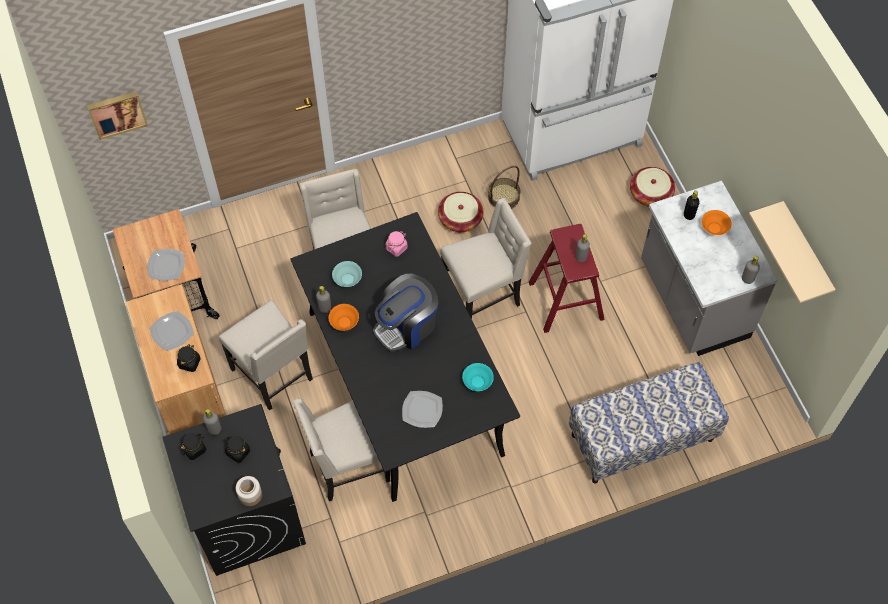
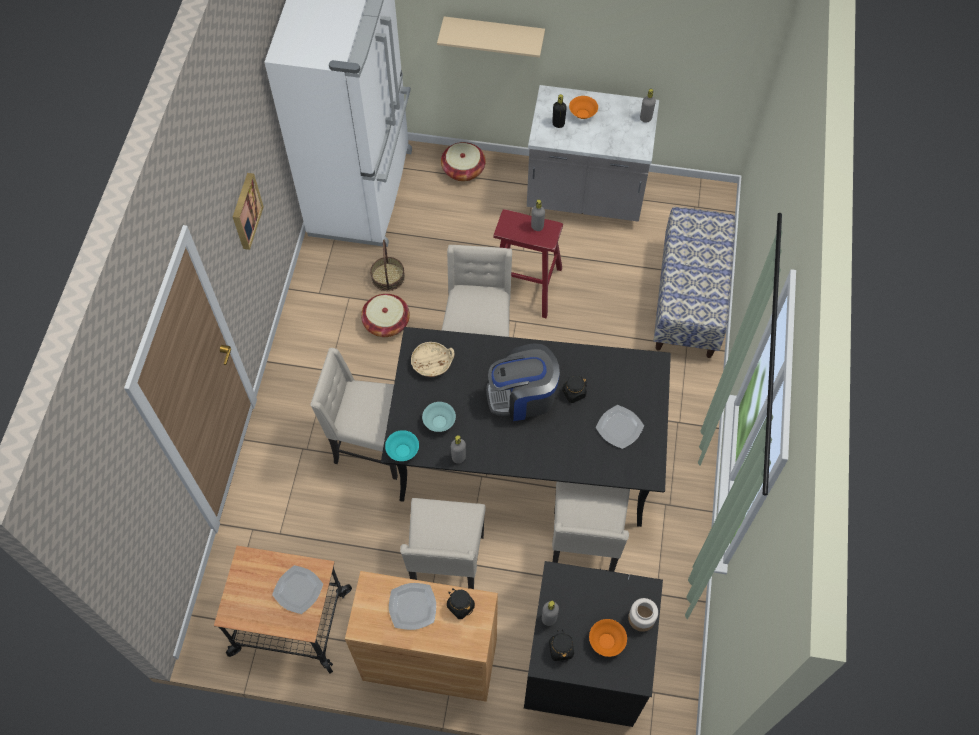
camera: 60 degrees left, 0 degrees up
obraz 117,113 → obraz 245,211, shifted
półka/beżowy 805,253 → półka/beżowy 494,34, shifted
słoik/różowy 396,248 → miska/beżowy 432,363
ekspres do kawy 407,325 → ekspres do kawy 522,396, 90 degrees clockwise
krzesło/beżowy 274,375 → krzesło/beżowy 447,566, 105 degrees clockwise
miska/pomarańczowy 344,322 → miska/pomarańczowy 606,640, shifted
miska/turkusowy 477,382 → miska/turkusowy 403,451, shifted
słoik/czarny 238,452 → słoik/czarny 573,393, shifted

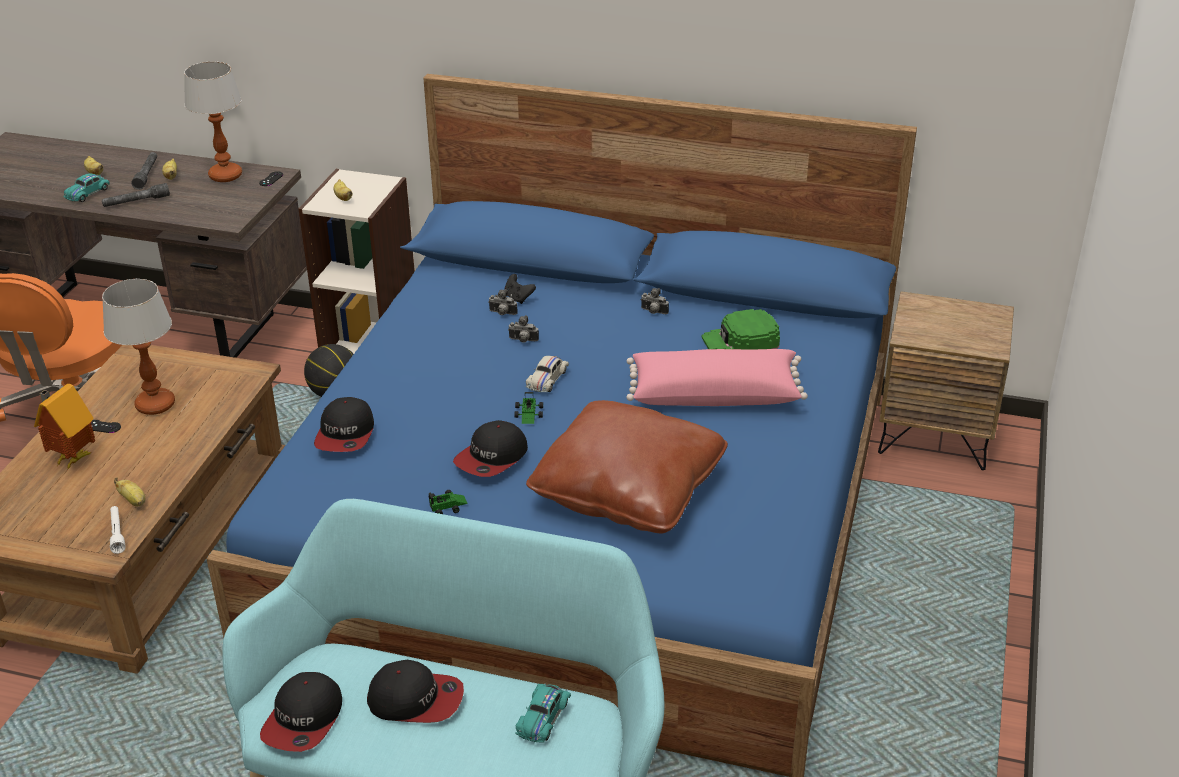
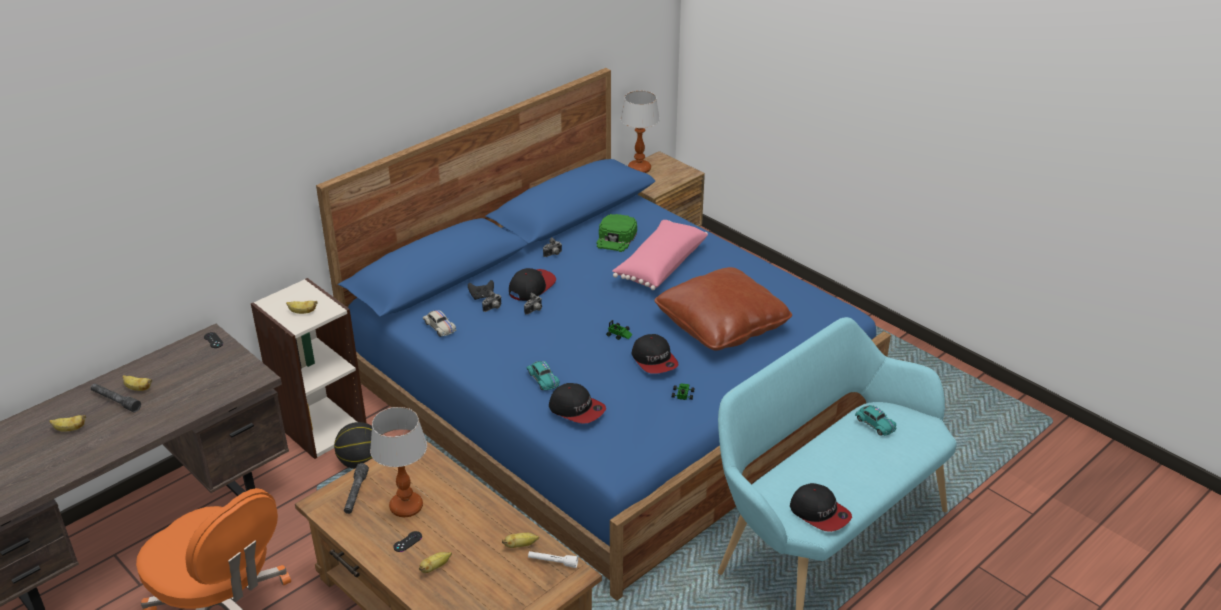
camera: 60 degrees left, 0 degrees up
lampa stołowa 226,175 → lampa stołowa 639,169, shifted
samochodzik/turkusowy 87,193 → samochodzik/turkusowy 543,379, shifted
latarka/szary 136,202 → latarka/szary 356,493, shifted
samochodzik/biały 547,379 → samochodzik/biały 439,327, shifted
domek 71,458 → banan 435,567
czapka z daszkiem 416,699 → czapka z daszkiem 531,287, shifted

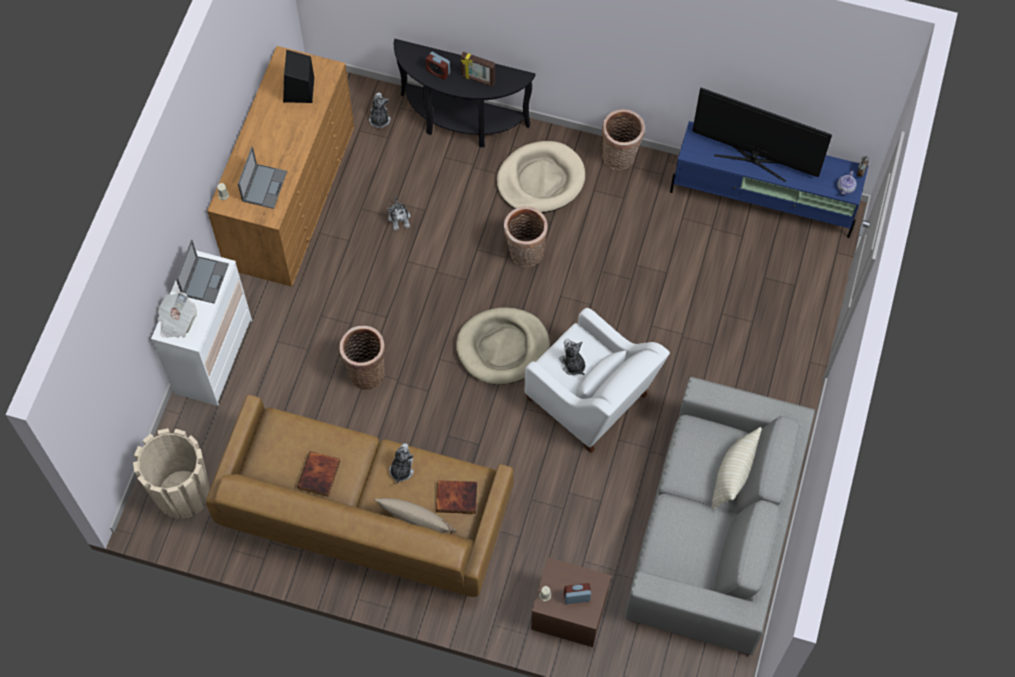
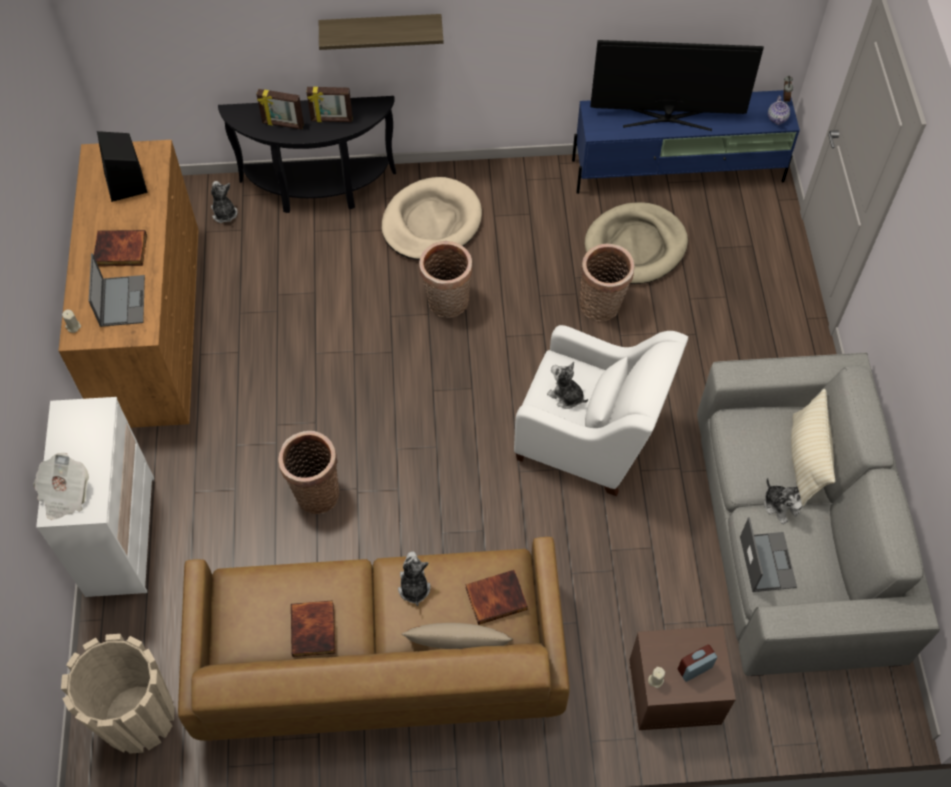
camera: 20 degrees left, 5 degrees down
budzik 438,72 → ramka na zdjęcie 283,124
koszyk 620,158 → koszyk 602,306, shifted
pluszak 399,218 → pluszak 780,506, shifted
laptop 205,279 → laptop 767,561, shifted
legowisko/beżowy 503,348 → legowisko/beżowy 635,246, shifted
- → półka 381,30
- → książka 120,251

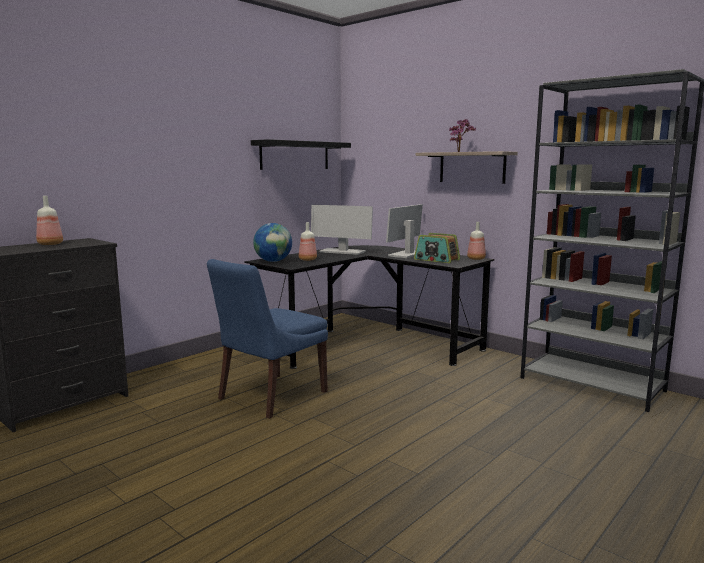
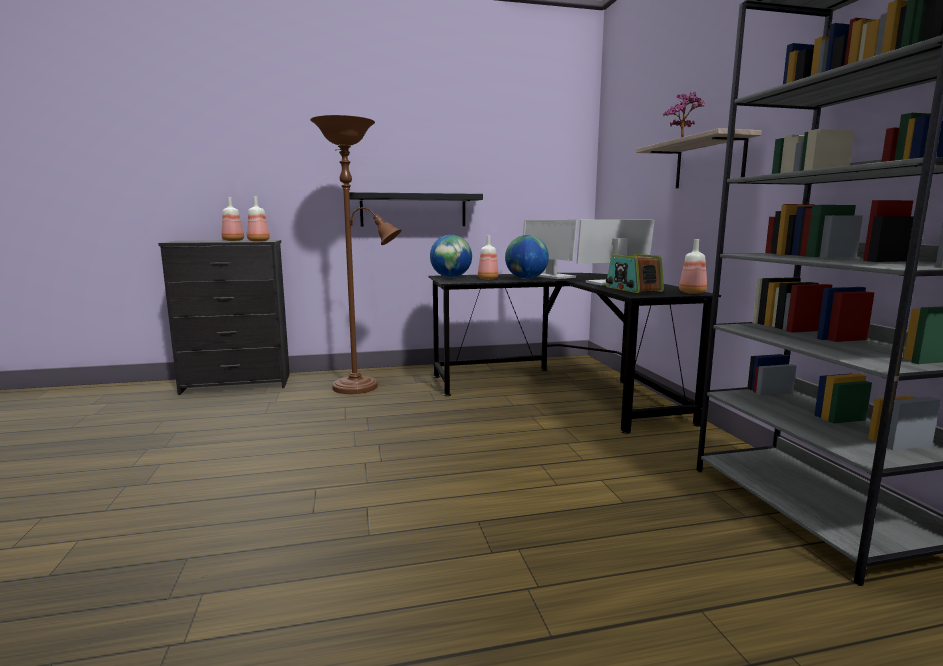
camera: 35 degrees right, 0 degrees up
półka/czarny 295,155 → półka/czarny 413,210, shifted
krzesło/niebieski 270,396 → -
- → lampa stojąca/brązowy 361,387
- → butelka 258,241
- → globus 526,279

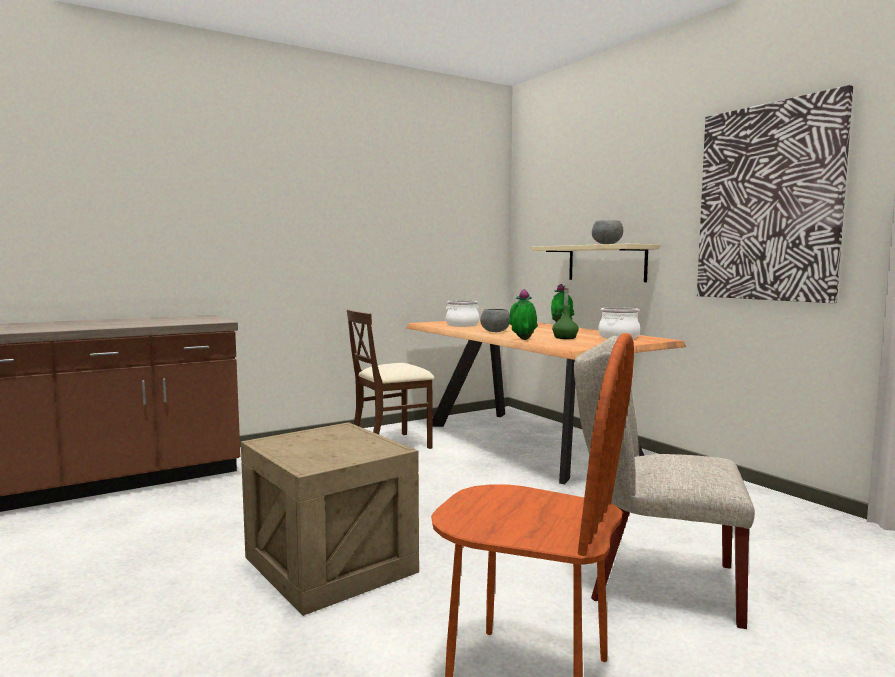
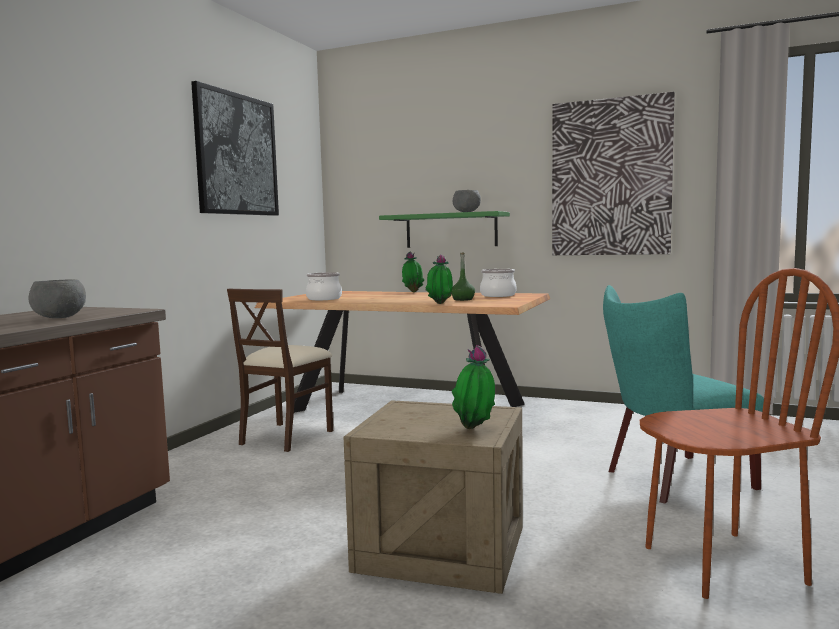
camera: 35 degrees left, 0 degrees up
półka/beżowy 606,263 → półka/zielony 451,230
miska/szary 495,332 → miska/szary 60,318, shifted
krzesło/beżowy 652,582 → krzesło/turkusowy 671,480
- → obraz 236,154
- → roślina doniczkowa 475,429

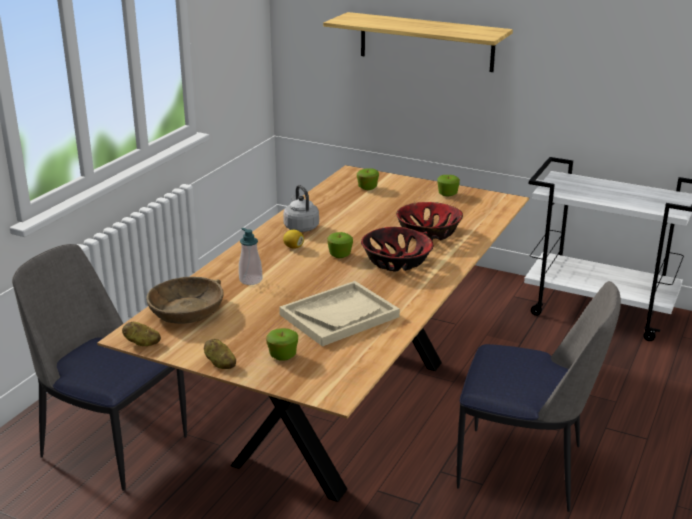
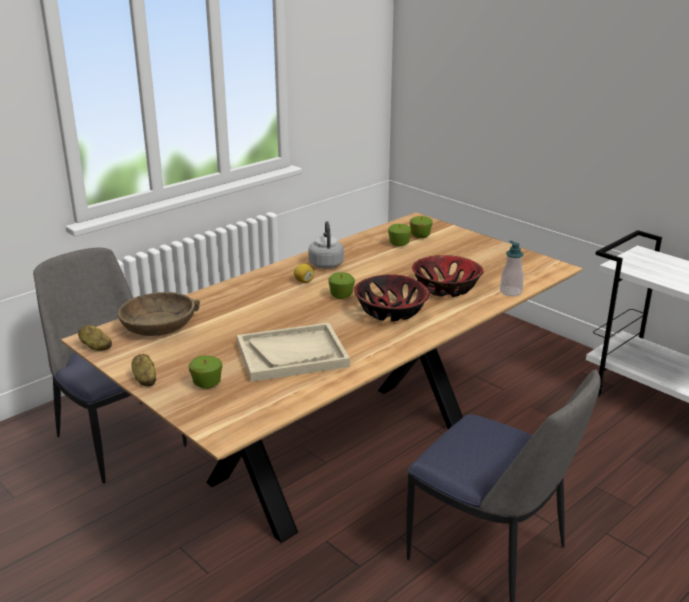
camera: 20 degrees right, 0 degrees up
półka 426,42 → -
jabłko 447,194 → jabłko 399,244, shifted
dozownik mydła 250,280 → dozownik mydła 510,292, shifted

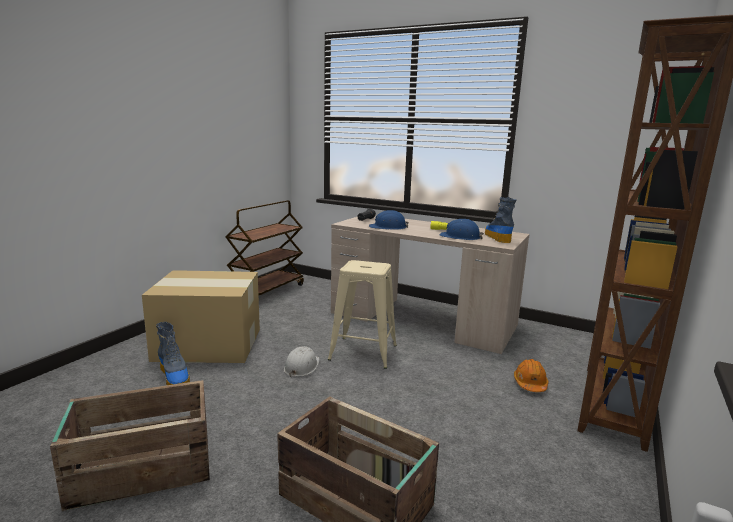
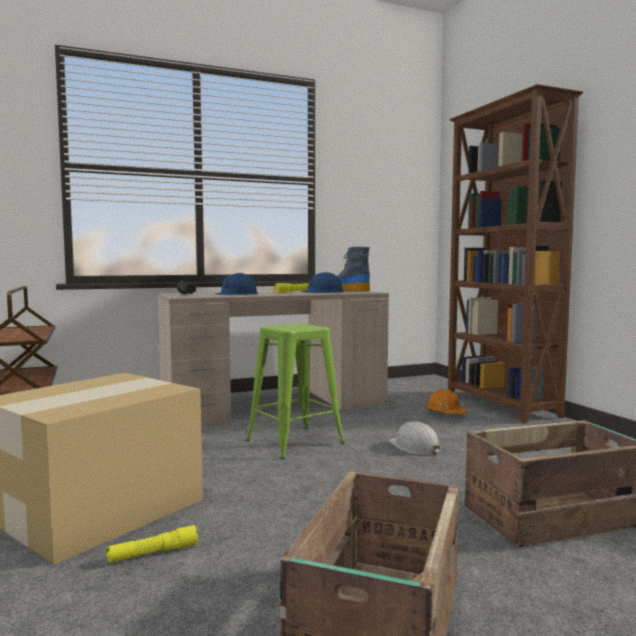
camera: 50 degrees left, 10 degrees down
stołek/beżowy 364,352 → stołek/zielony 295,442
but z cholewką 174,377 → latarka/żółty 153,553
kask/biały 301,366 → kask/biały 415,447, shifted

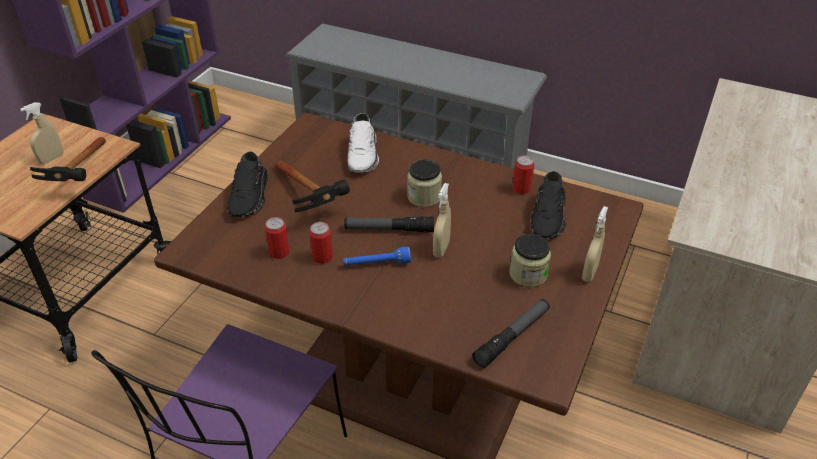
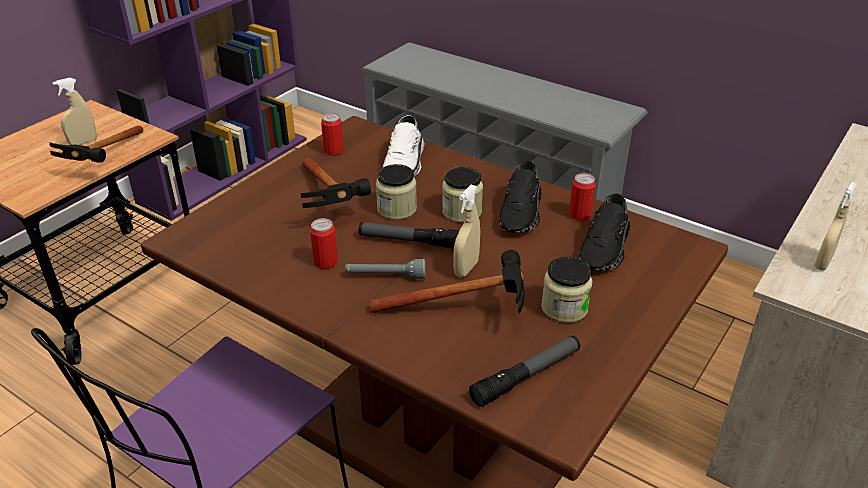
camera: 10 degrees right, 5 degrees down
but/czarny 251,196 → but/czarny 522,212, shifted
spryskiwacz/beżowy 589,273 → spryskiwacz/beżowy 823,263, shifted
puszka 279,252 → puszka 333,151, shifted
latarka/niebieski 376,264 → latarka/szary 385,276
- → słoik 396,209
- → młotek 468,311

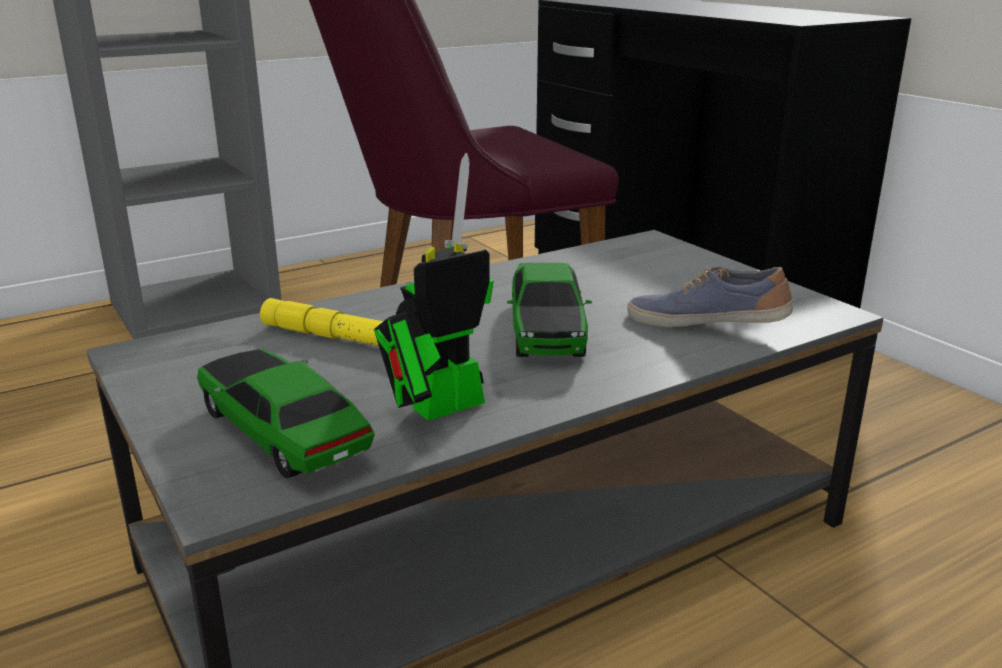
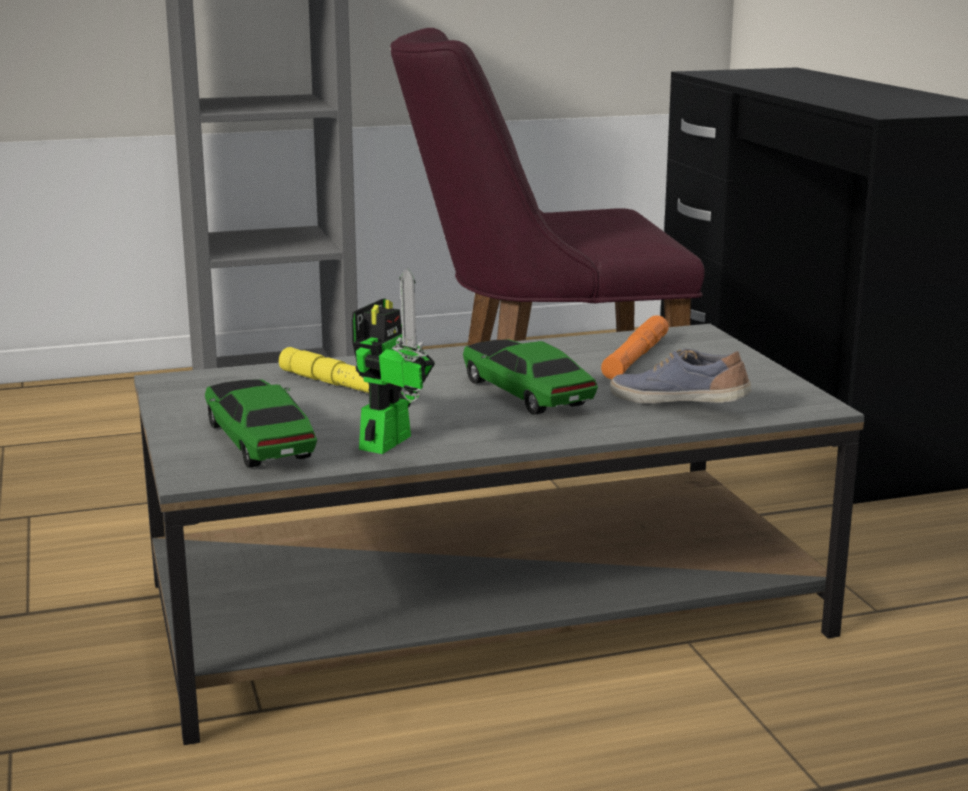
camera: 15 degrees right, 5 degrees down
robot zabawkowy 438,408 → robot zabawkowy 390,439, 135 degrees clockwise
samochodzik 547,328 → samochodzik 527,394, 135 degrees clockwise
- → latarka/pomarańczowy 635,357

